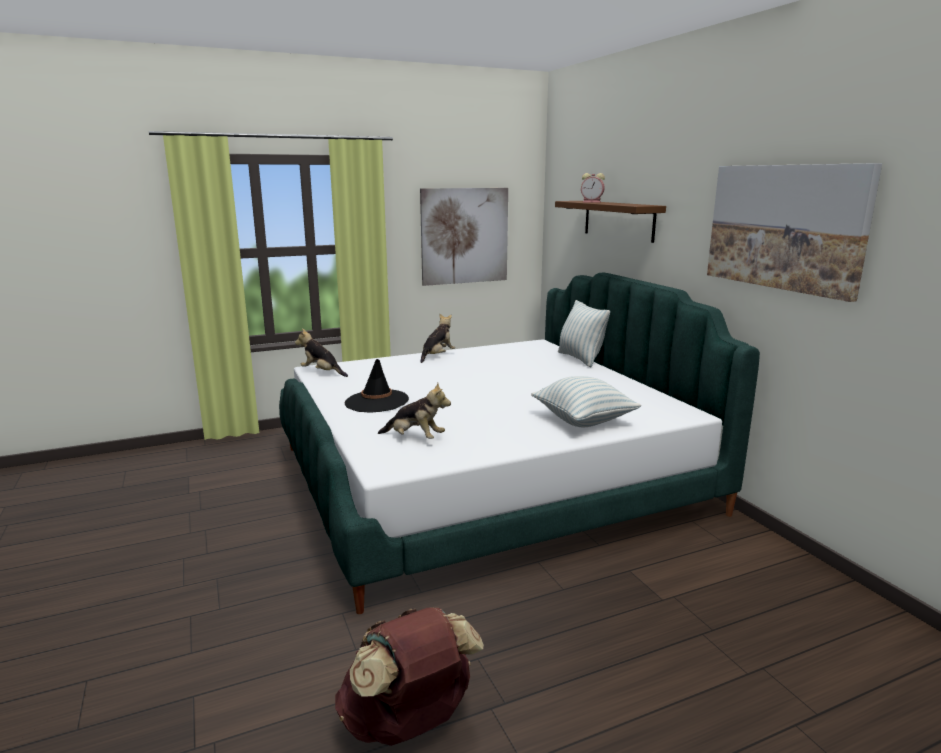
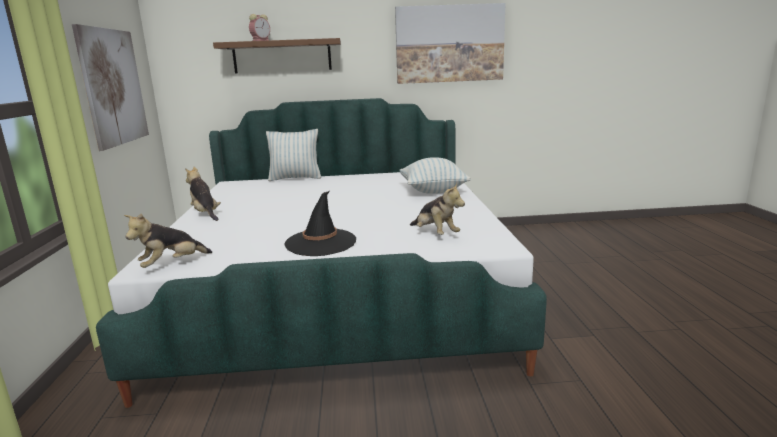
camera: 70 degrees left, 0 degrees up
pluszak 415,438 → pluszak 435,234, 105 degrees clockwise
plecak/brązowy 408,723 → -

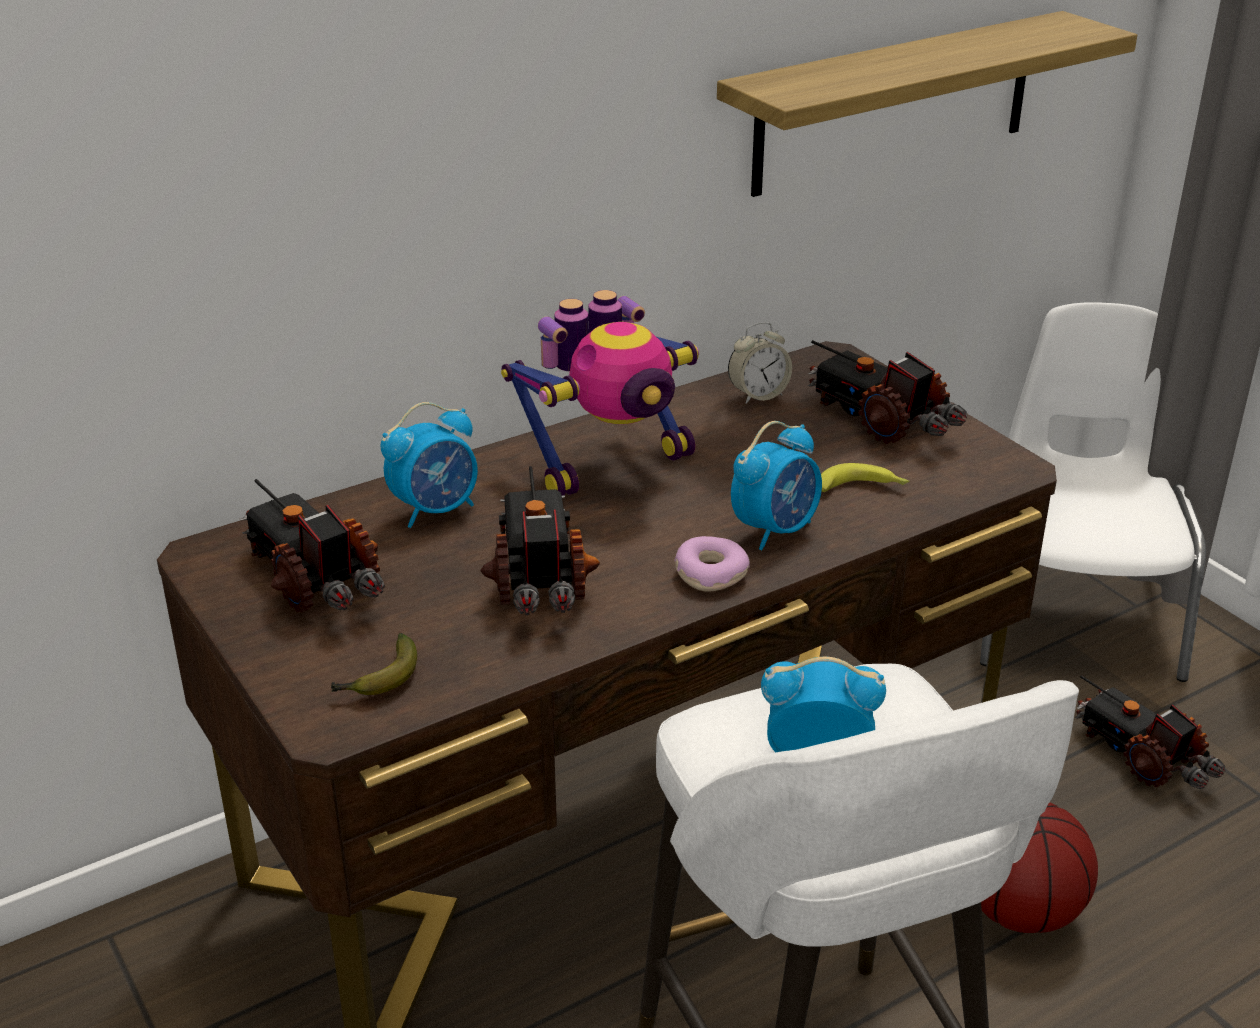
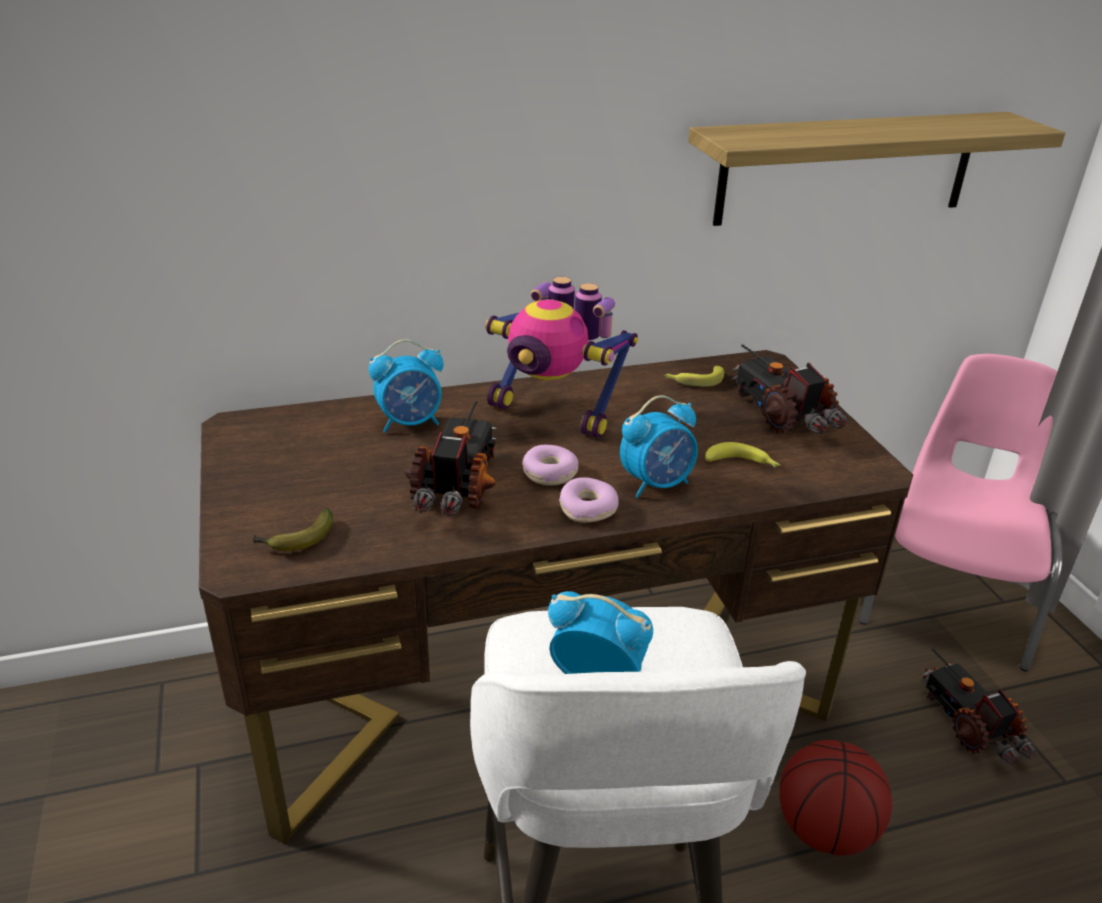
camera: 15 degrees right, 0 degrees up
robot zabawkowy 609,464 → robot zabawkowy 554,412, 45 degrees clockwise
krzesło/biały 1072,611 → krzesło/różowy 948,595
budzik 758,395 → banan 694,380
ciężarówka zabawkowa 315,578 → -
- → donut 549,474

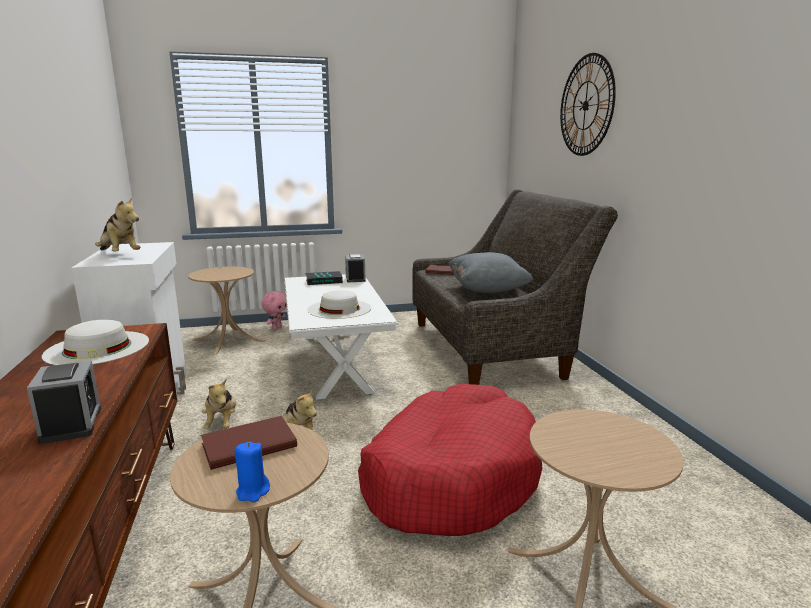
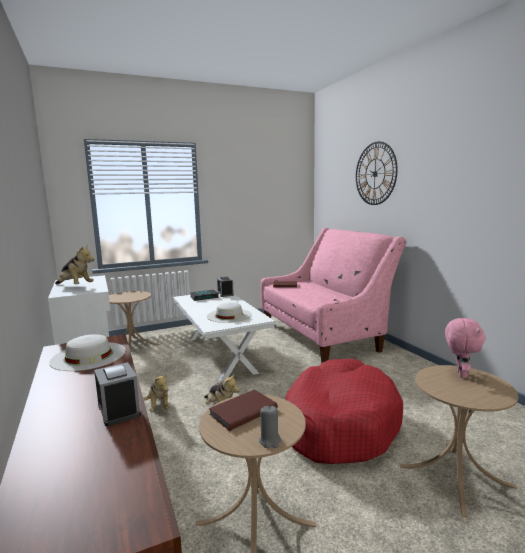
camera: 10 degrees left, 5 degrees down
kanapa/szary 493,348 → kanapa/różowy 324,335
poduszka/szary 487,290 → -
pluszak/różowy 276,327 → pluszak/różowy 460,374, shifted
świeca/niebieski 253,491 → świeca/szary 270,441

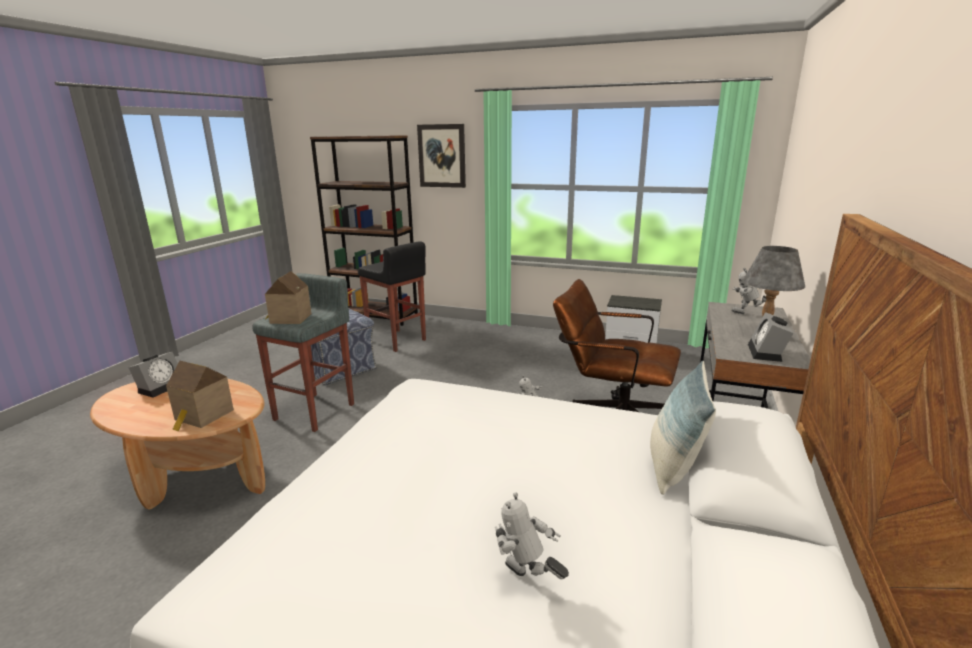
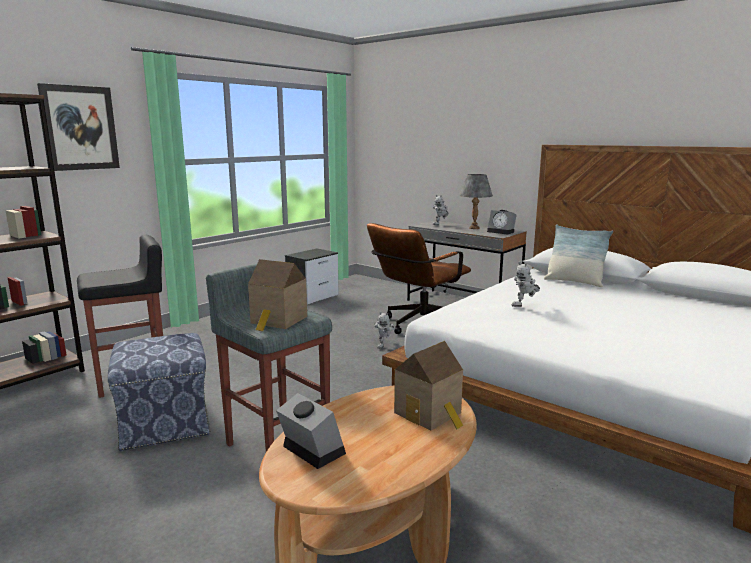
camera: 70 degrees left, 5 degrees down
robot zabawkowy 527,581 → robot zabawkowy 525,306, shifted

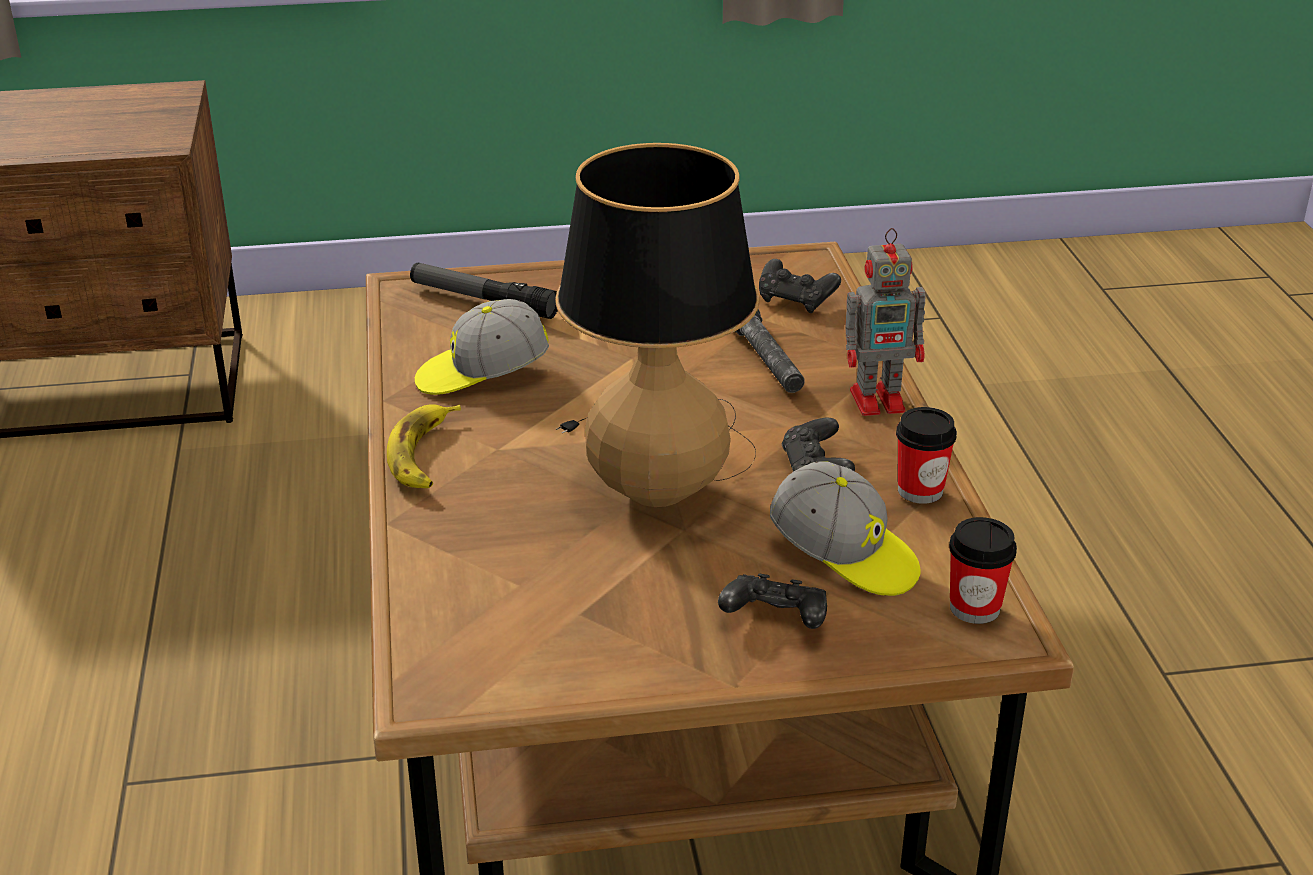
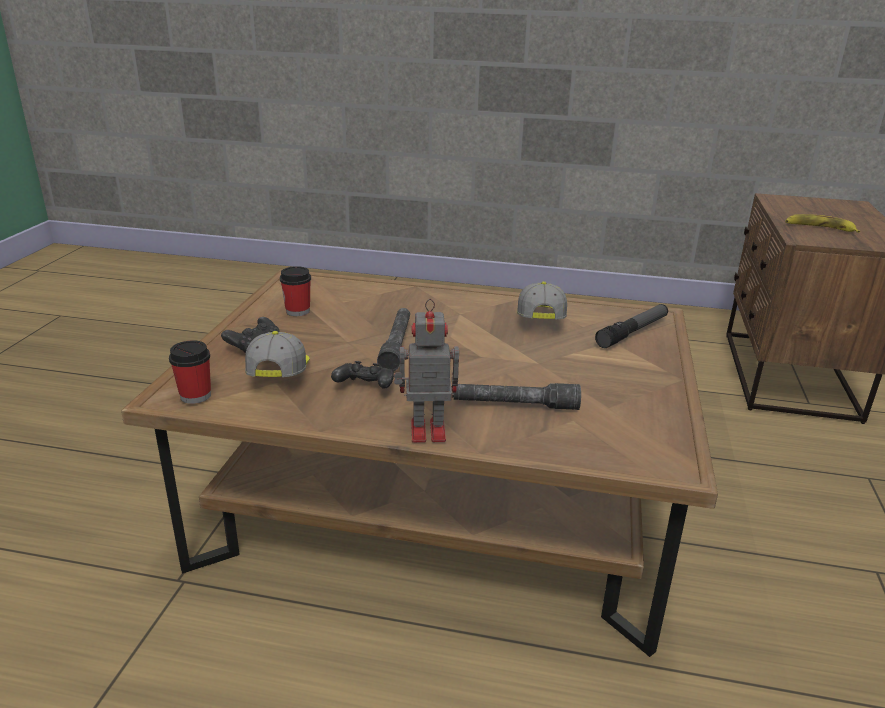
camera: 110 degrees right, 5 degrees down
lampa stołowa 663,479 → latarka/szary 396,345
robot zabawkowy 880,400 → robot zabawkowy 425,431, 75 degrees clockwise
pad do gier/czarny 796,301 → -
banan 424,455 → banan 819,228, shifted
filiżanka 920,490 → filiżanka 298,311, shifted
czapka z daszkiem 844,556 → czapka z daszkiem 280,375, 120 degrees clockwise

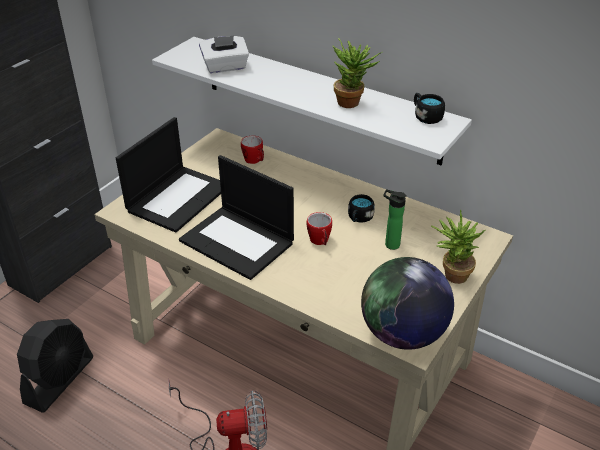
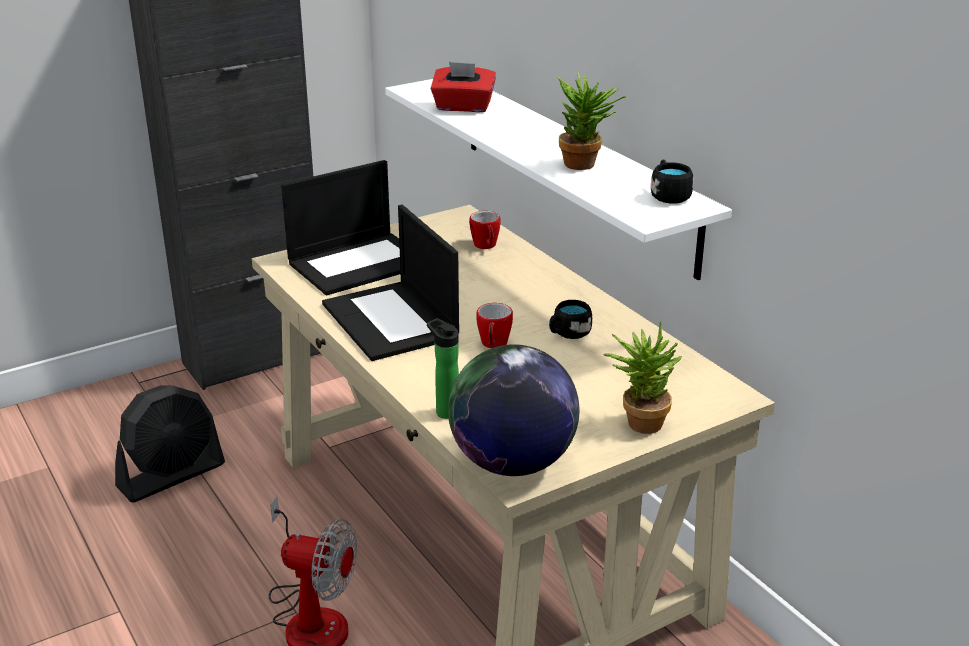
camera: 25 degrees right, 10 degrees down
pudełko chusteczek/biały 225,67 → pudełko chusteczek/czerwony 463,107
butelka 390,244 → butelka 445,411, shifted

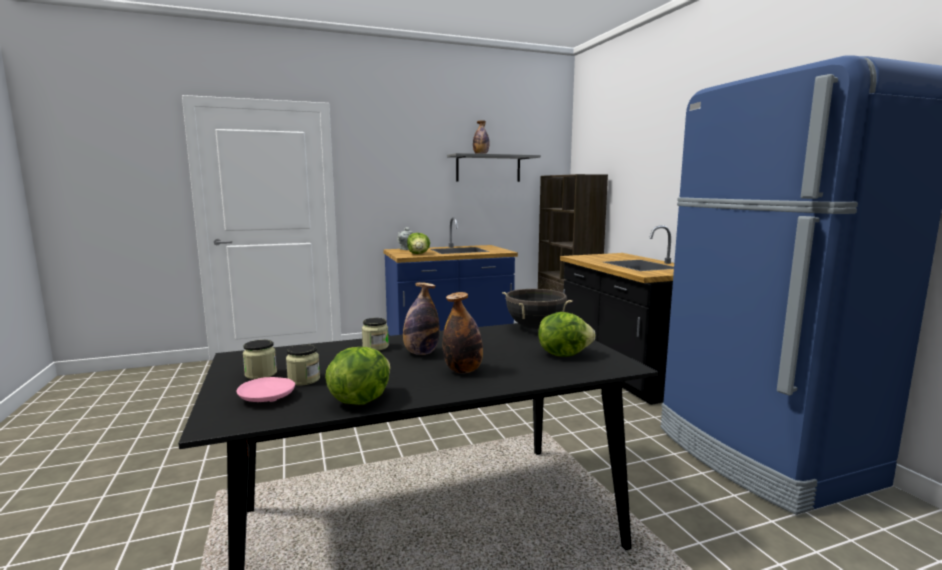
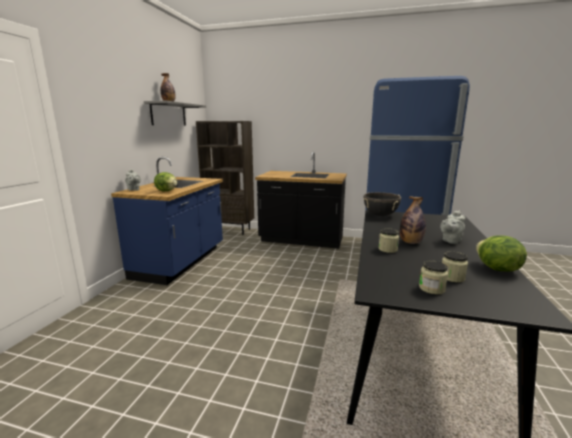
camera: 55 degrees left, 5 degrees up
butelka 463,370 → imbryk/szary 450,241
sałata 563,354 → -
talerz/różowy 268,397 → -

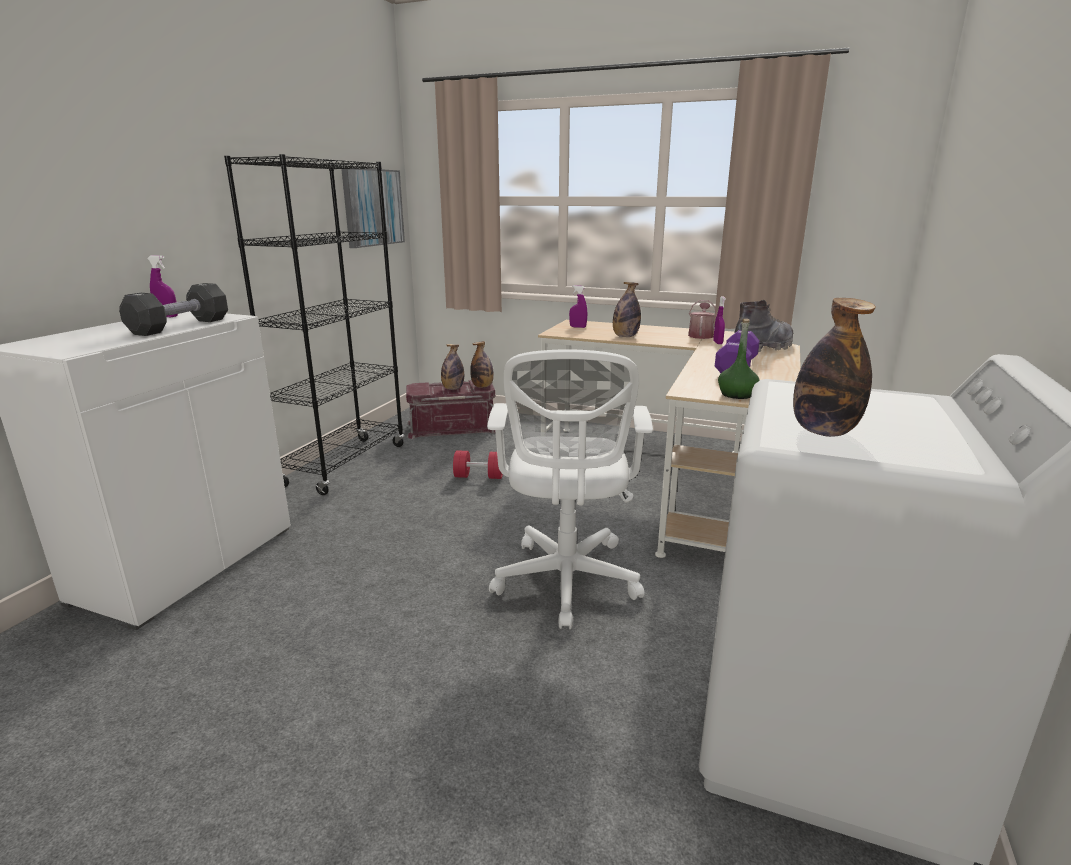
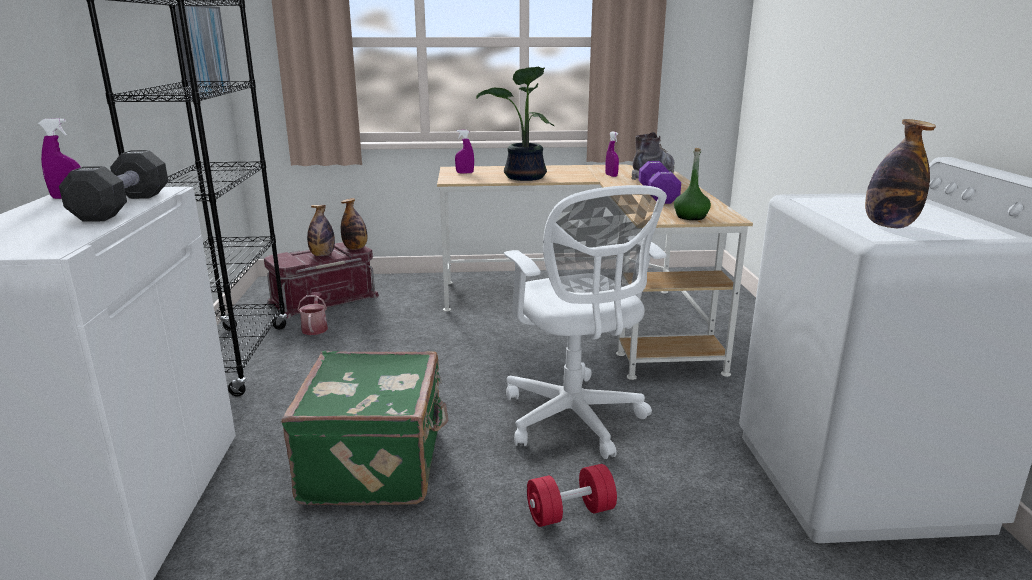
camera: 25 degrees left, 0 degrees up
butelka 625,336 → roślina doniczkowa 523,177
konewka 700,335 → konewka 315,328, shifted
hantel/czerwony 479,476 → hantel/czerwony 570,513, shifted
- → walizka/zielony 377,464

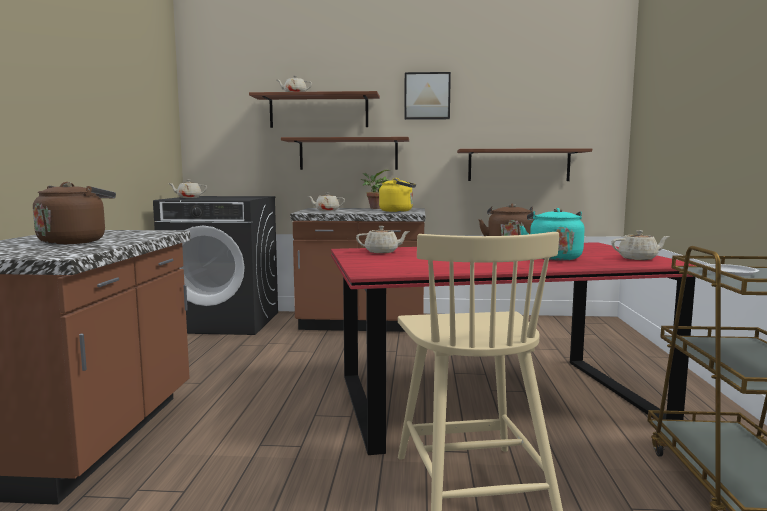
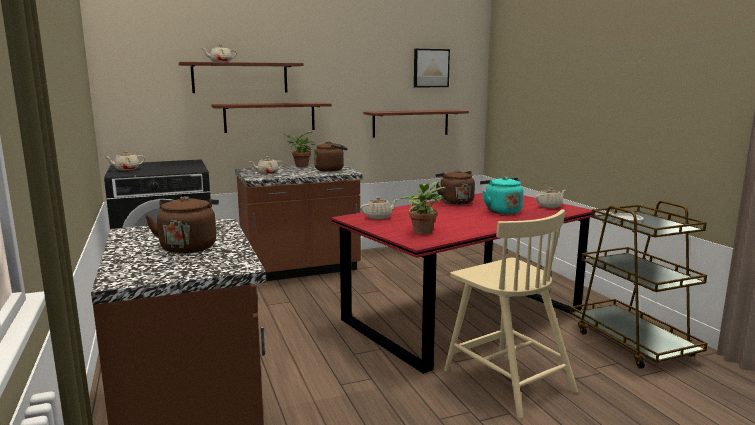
camera: 25 degrees left, 5 degrees up
obraz 427,96 → obraz 430,68, shifted
czajnik/żółty 398,211 → czajnik/brązowy 331,170
- → roślina doniczkowa 423,231

